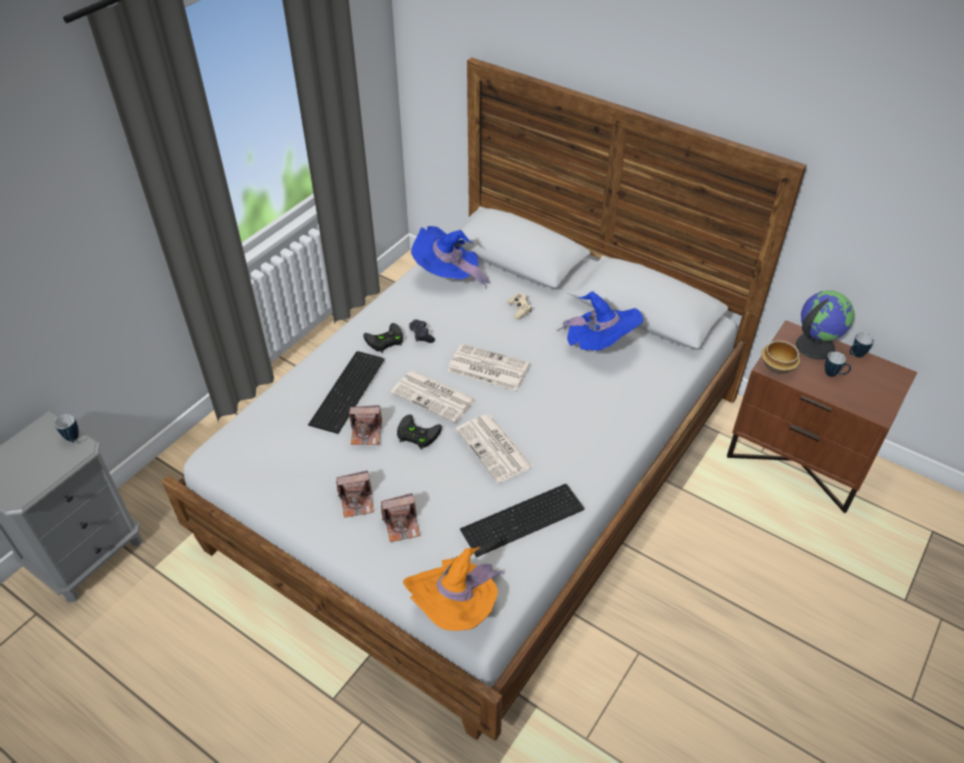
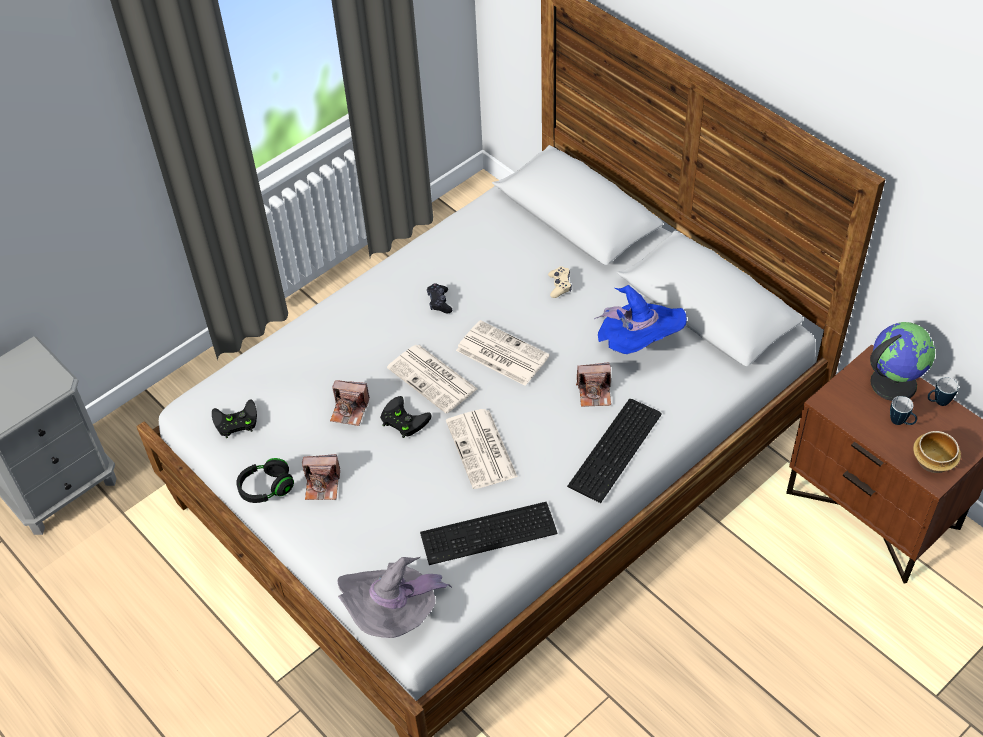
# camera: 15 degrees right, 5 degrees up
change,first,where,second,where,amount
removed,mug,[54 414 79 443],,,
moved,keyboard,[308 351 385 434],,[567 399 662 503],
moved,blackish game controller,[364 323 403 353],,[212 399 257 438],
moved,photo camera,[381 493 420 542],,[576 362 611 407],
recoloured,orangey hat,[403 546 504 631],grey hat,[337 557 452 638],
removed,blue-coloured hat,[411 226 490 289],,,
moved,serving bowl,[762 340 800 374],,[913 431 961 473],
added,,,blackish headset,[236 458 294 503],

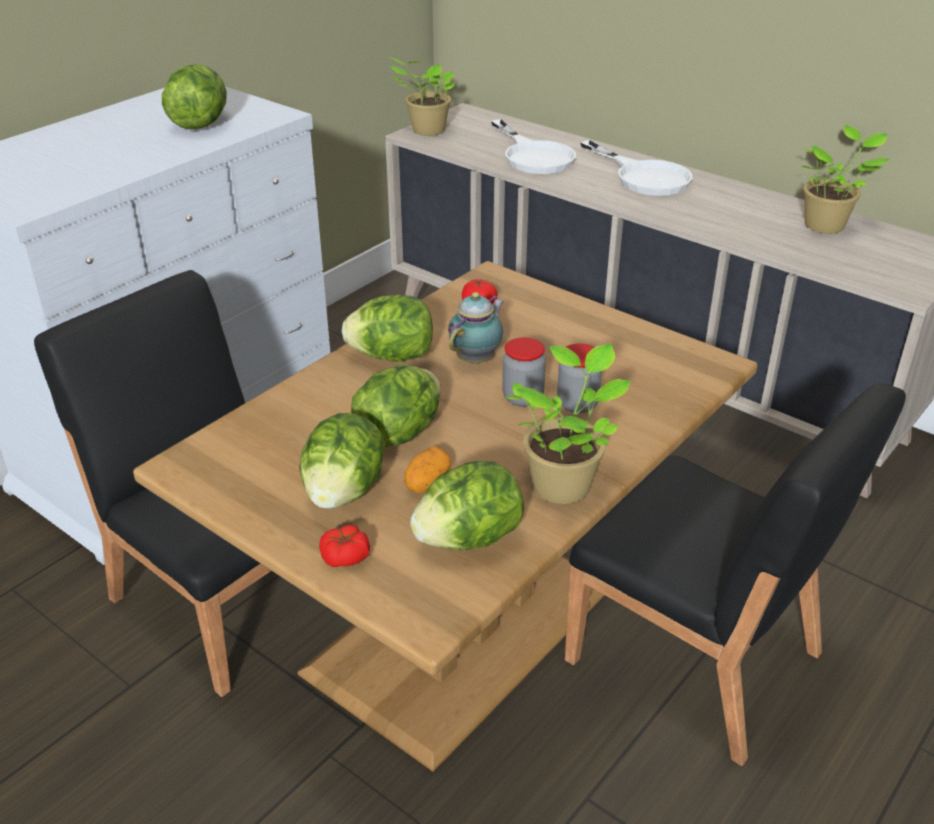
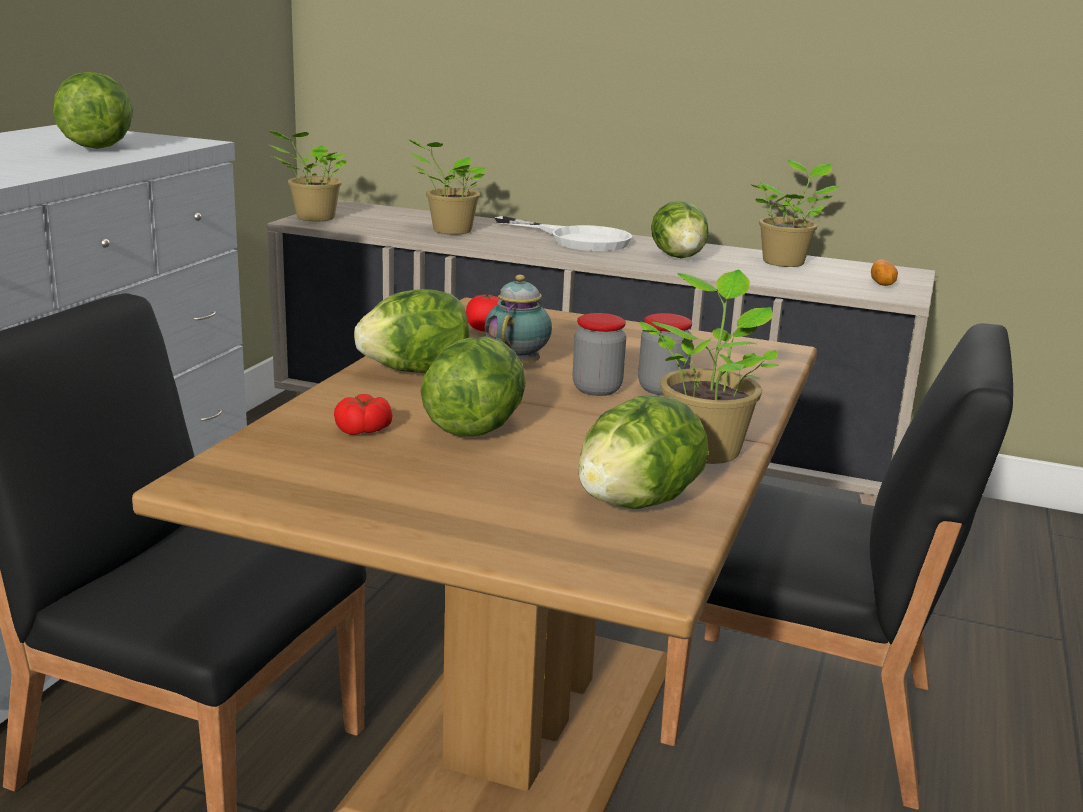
# camera: 20 degrees left, 15 degrees down
change,first,where,second,where,amount
moved,head of lettuce,[300 413 385 509],,[651 201 709 258],
moved,tomato,[319 525 370 567],,[334 394 392 435],
moved,whole potato,[404 446 451 493],,[871 259 898 286],
replaced,white-coloured frying pan,[491 119 576 174],plant in a pot,[406 138 486 234],

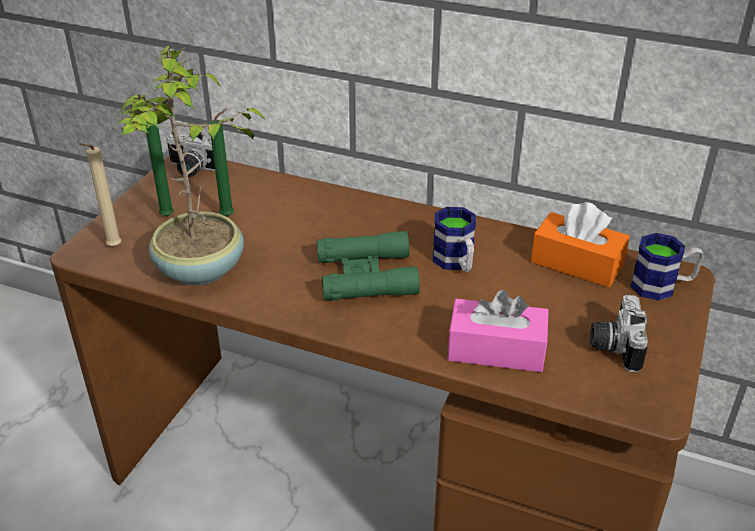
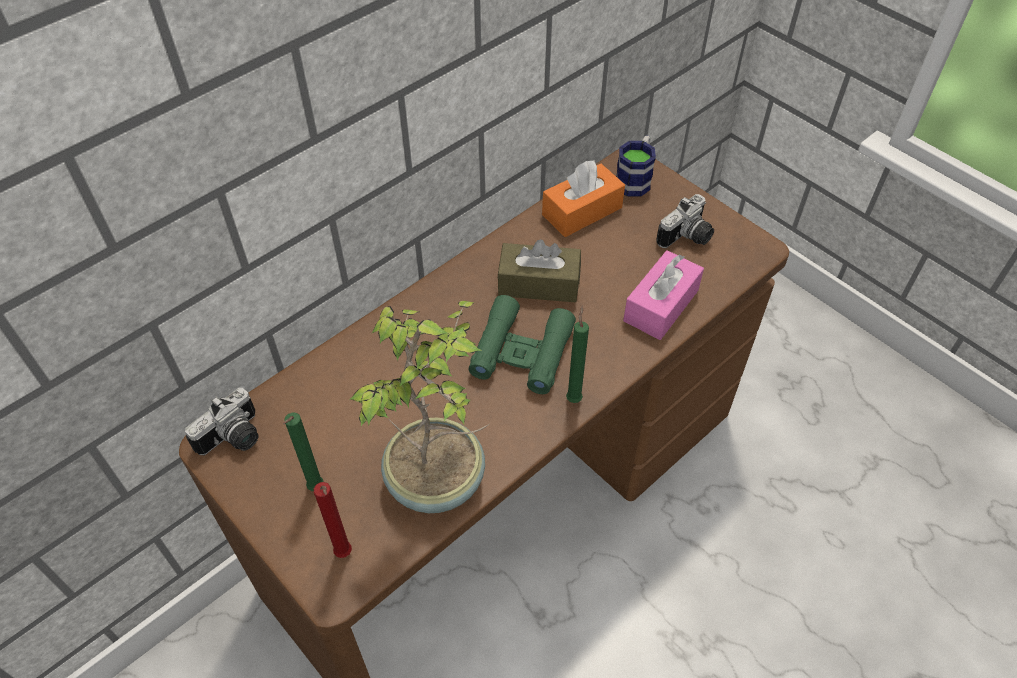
# camera: 65 degrees left, 15 degrees up
change,first,where,second,where,amount
recoloured,beige wax candle,[79 143 121 247],red-coloured wax candle,[314 482 352 558],
moved,green-coloured wax candle,[209 109 234 217],,[566 306 589 403],
replaced,mug,[433 207 476 272],brown-coloured box of tissues,[497 239 581 302],
turned,photo camera,[590 295 648 372],,[656 194 714 248],75 degrees counterclockwise

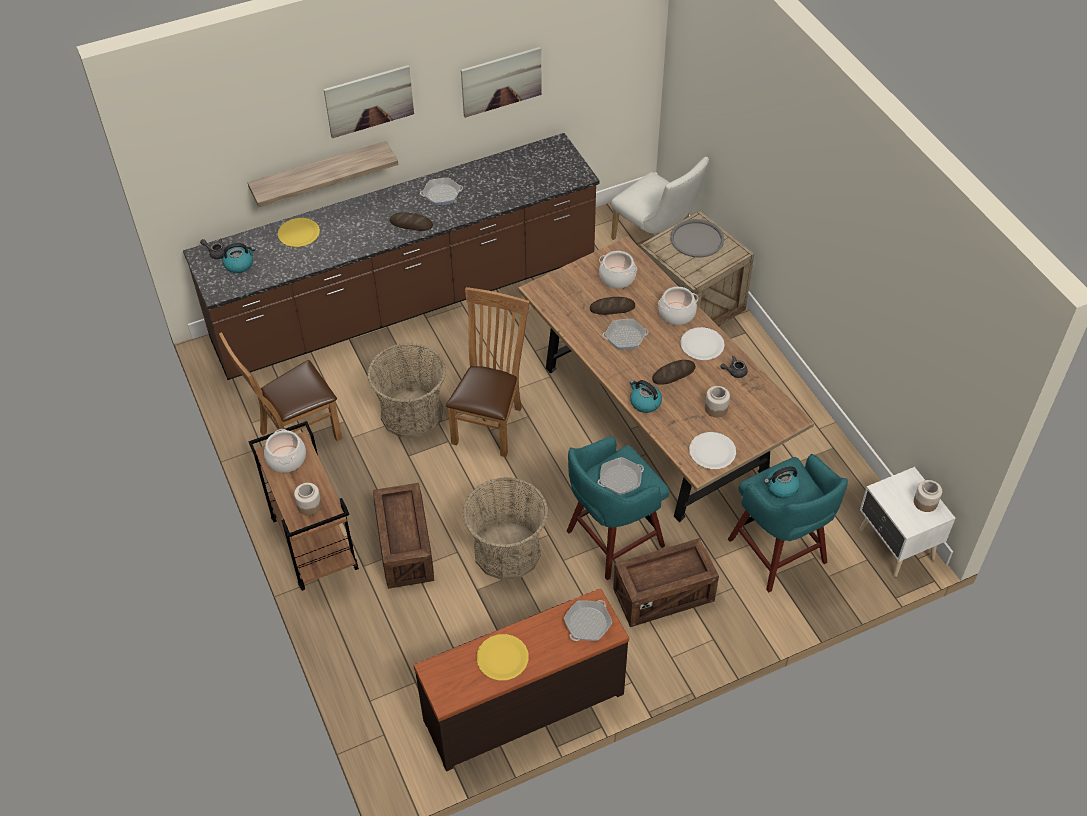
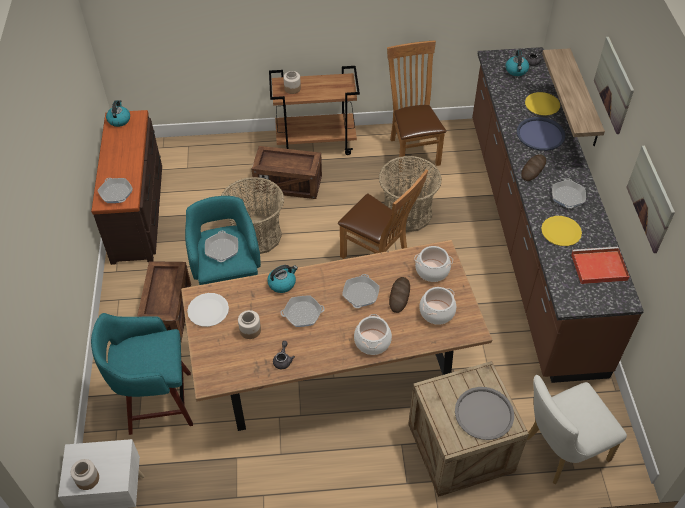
# camera: 110 degrees right, 0 degrees up
change,first,where,second,where,amount
moved,stockpot,[264 429 306 473],,[414 246 453 282],
moved,yellow plate,[477 634 529 681],,[541 216 582 246],
replaced,bakery bread,[652 360 696 385],frying pan,[281 296 325 327],
removed,white-coloured plate,[680 327 725 360],,,
moved,kettle,[764 466 800 498],,[106 100 130 127],
added,,,blue-coloured tray,[517 117 565 151],
added,,,red-coloured tray,[571 247 630 284],

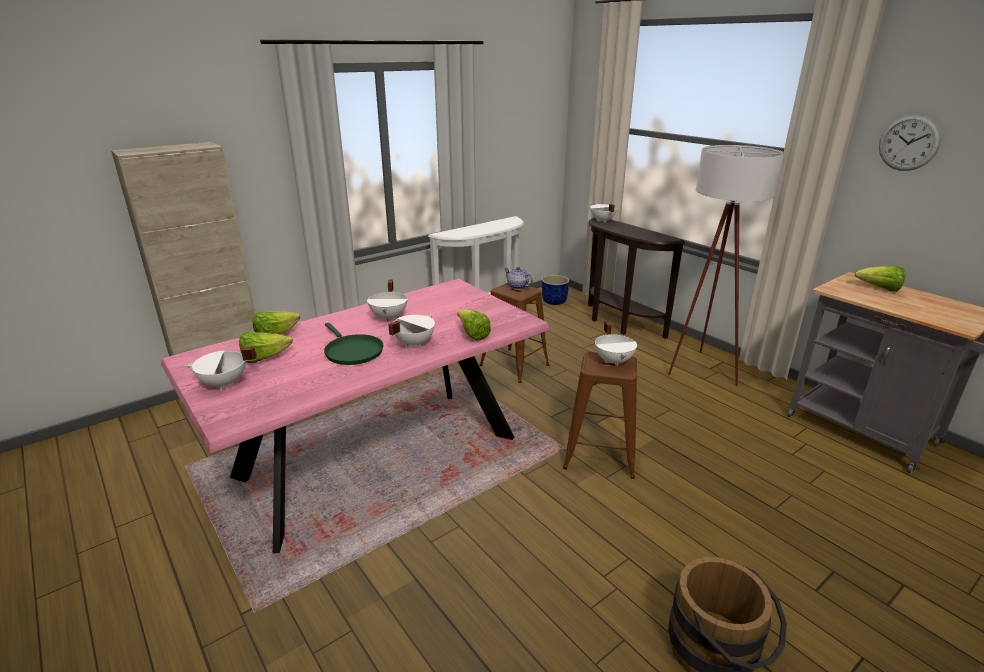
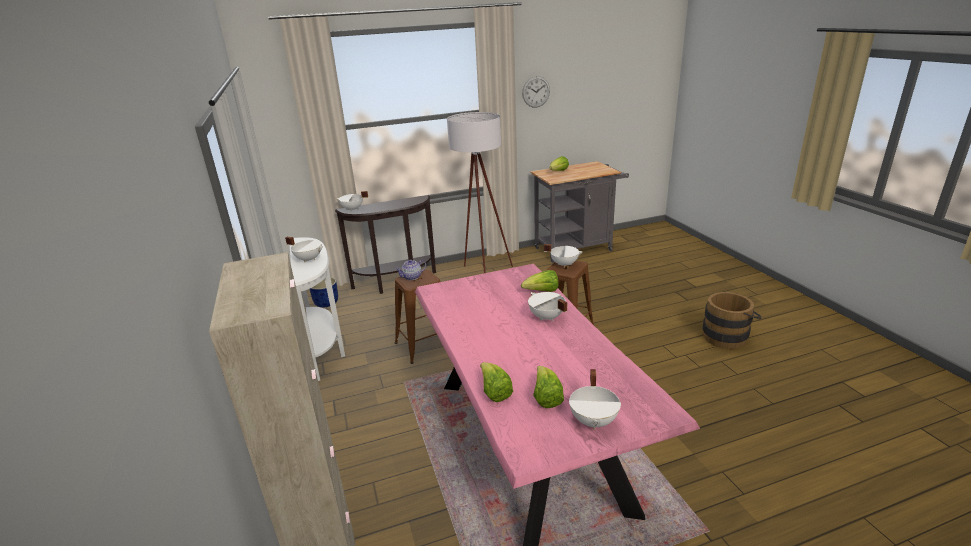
# camera: 70 degrees left, 0 degrees up
change,first,where,second,where,amount
removed,green-coloured frying pan,[324 323 383 365],,,
moved,white-coloured stockpot,[367 280 408 321],,[285 237 323 263],

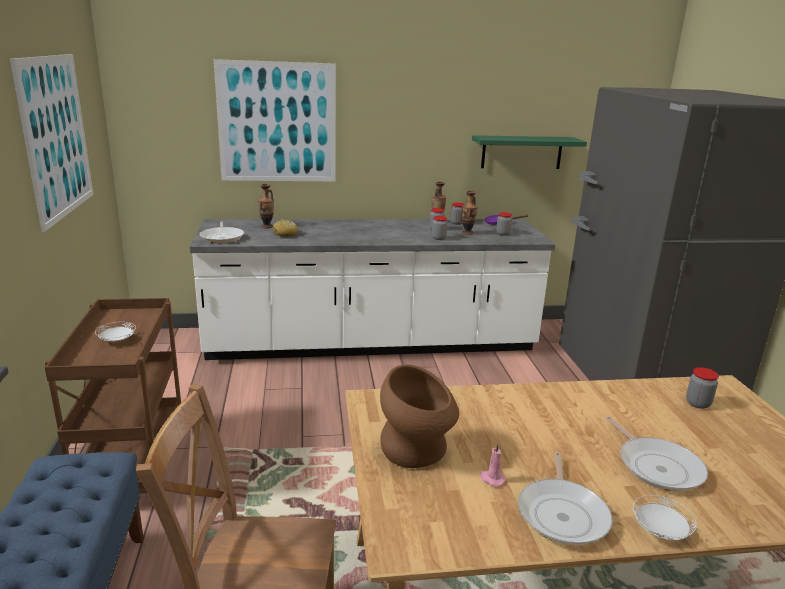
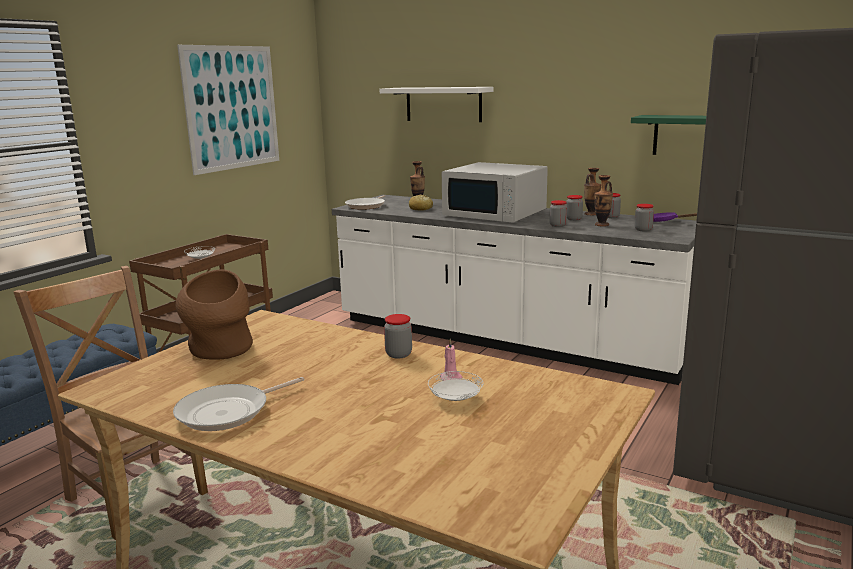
# camera: 40 degrees right, 5 degrees down
change,first,where,second,where,amount
replaced,wall art,[214 59 336 182],white-coloured bracket shelf,[380 87 494 122],
moved,pink-coloured wax candle,[480 443 506 487],,[440 339 462 381],
removed,frying pan,[606 416 708 491],,,
moved,white-coloured plate,[633 495 697 540],,[428 371 483 401],
moved,preserve jar,[686 367 719 409],,[384 314 412 359],
added,,,white-coloured kitchen microwave,[442 162 548 223],

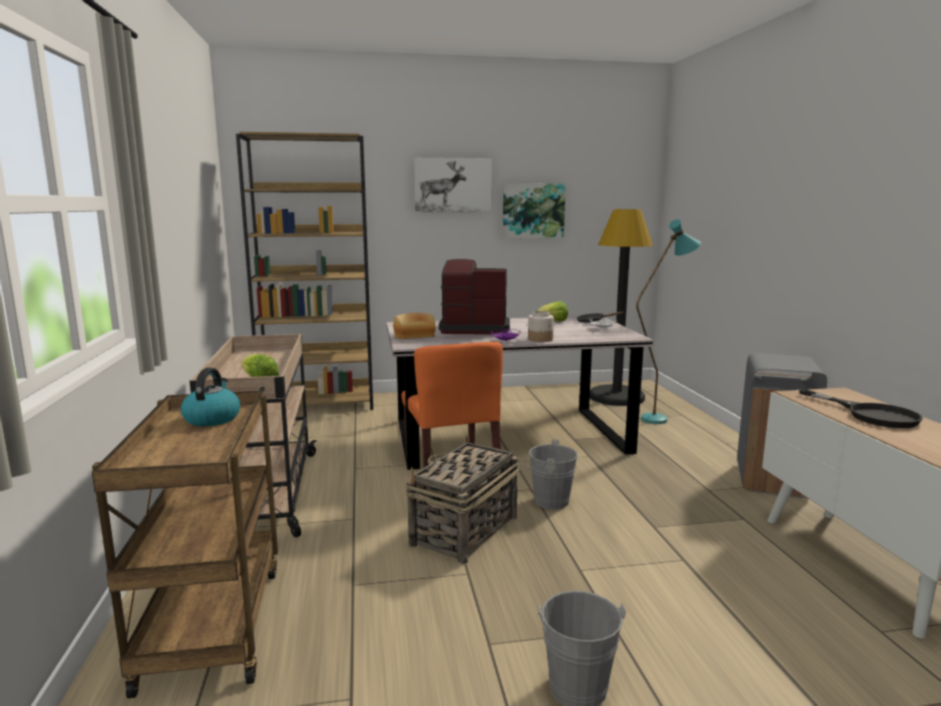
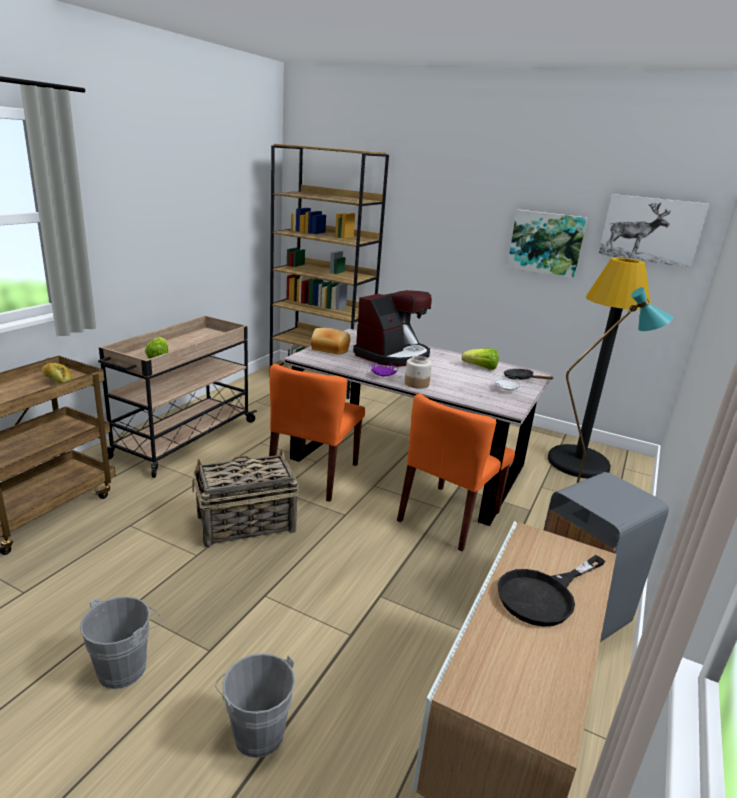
# camera: 35 degrees right, 10 degrees up
change,first,where,second,where,amount
replaced,kettle,[181 368 240 426],bakery bread,[42 363 72 384],
moved,wall art,[414 157 492 212],,[598 194 710 267],
turned,coffee maker,[439 259 510 335],,[353 290 432 367],90 degrees clockwise
moved,grey pail,[520 439 578 510],,[215 653 295 758],
turned,blackish frying pan,[799 389 923 428],,[498 555 605 627],45 degrees clockwise
added,,,orangey plain chair,[397 393 515 552],

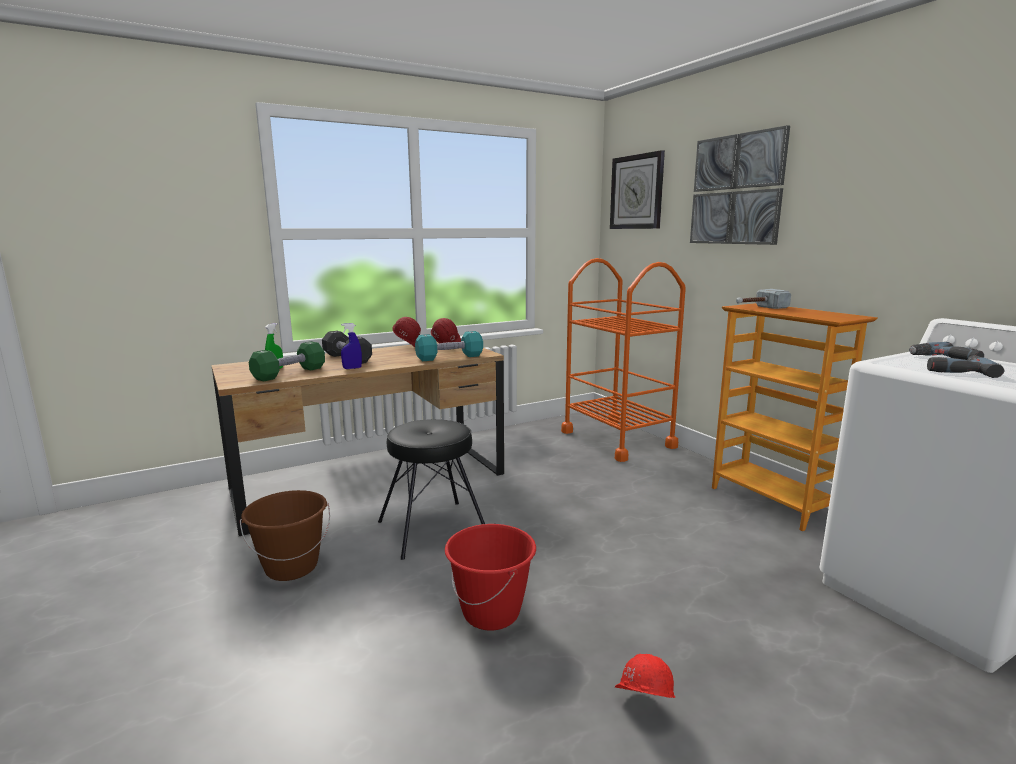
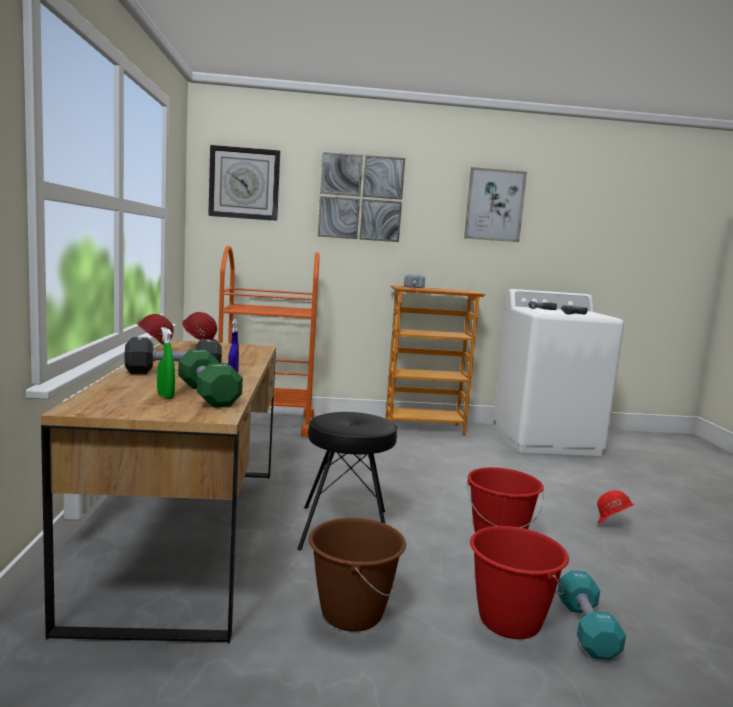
# camera: 65 degrees left, 5 degrees down
change,first,where,second,where,amount
moved,turquoise hand weight,[415 331 483 361],,[558 570 626 660],
added,,,wall art,[464 167 527 242],
added,,,red-coloured pail,[470 526 569 639],

